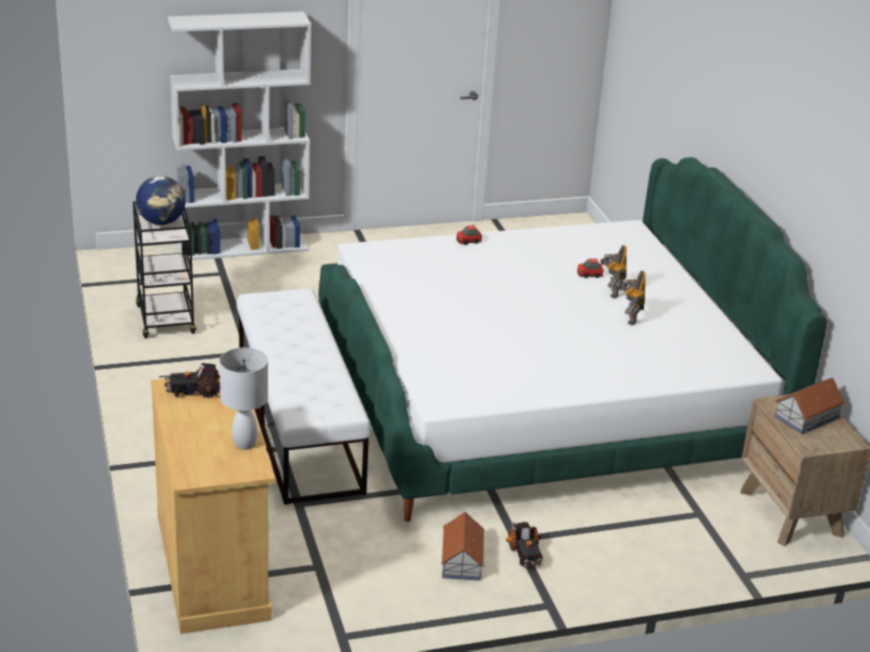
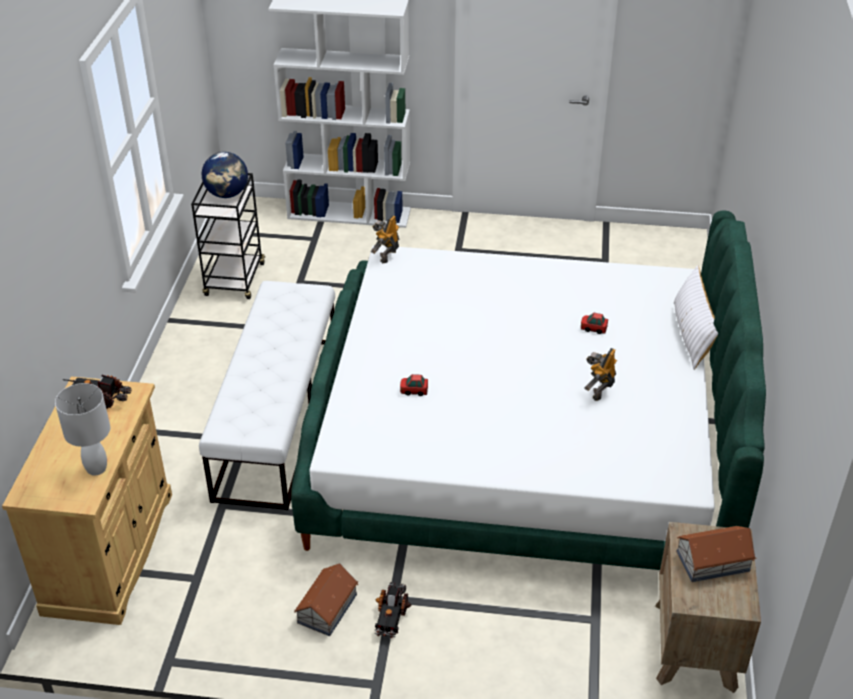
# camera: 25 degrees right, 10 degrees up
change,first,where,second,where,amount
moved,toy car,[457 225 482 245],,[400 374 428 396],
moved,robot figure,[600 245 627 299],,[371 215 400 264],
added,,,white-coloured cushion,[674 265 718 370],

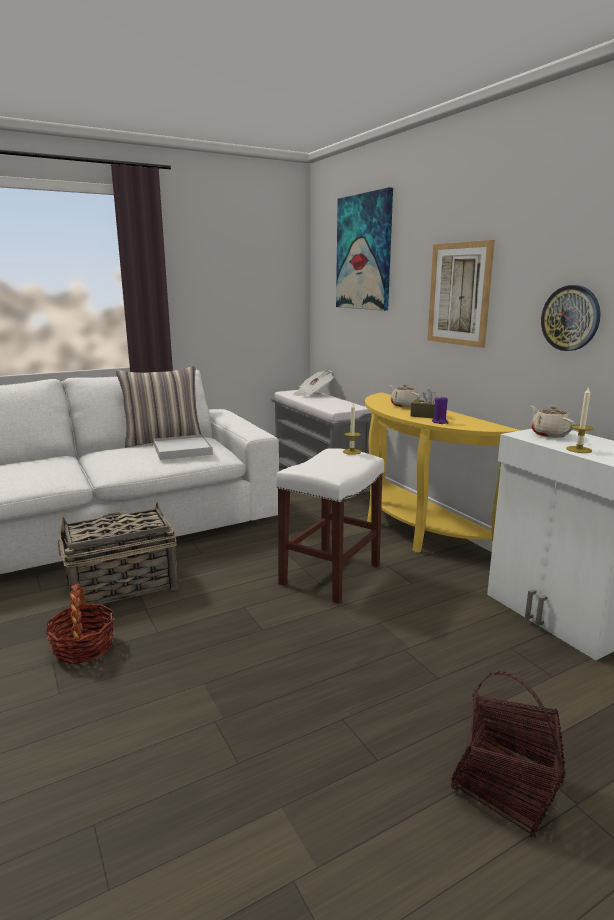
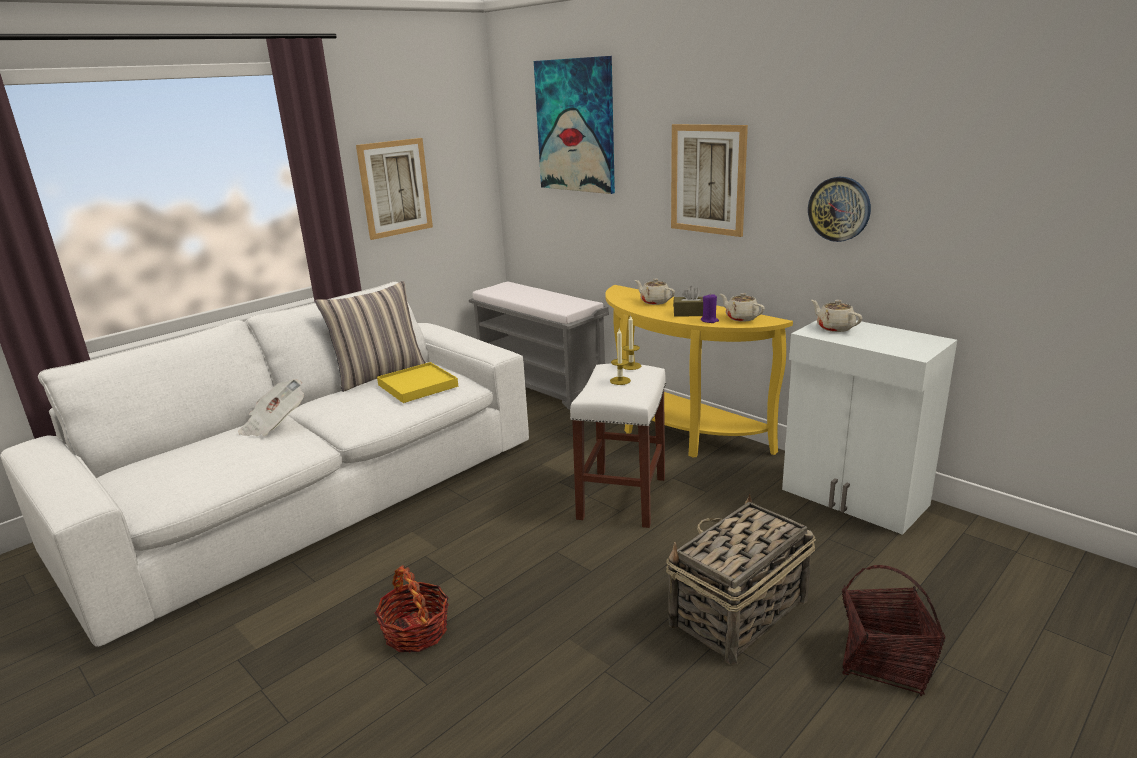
# camera: 15 degrees left, 5 degrees up
change,first,where,second,where,amount
moved,basket,[58 502 178 608],,[666 494 816 665],
recoloured,white-coloured tray,[154 434 213 460],yellow tray,[377 362 458 403],
moved,daily paper,[293 370 333 396],,[238 379 304 436],
moved,wax candle,[566 386 594 453],,[610 329 631 385],
added,,,wall art,[356 138 433 240],
added,,,beige tea pot,[720 293 765 322],

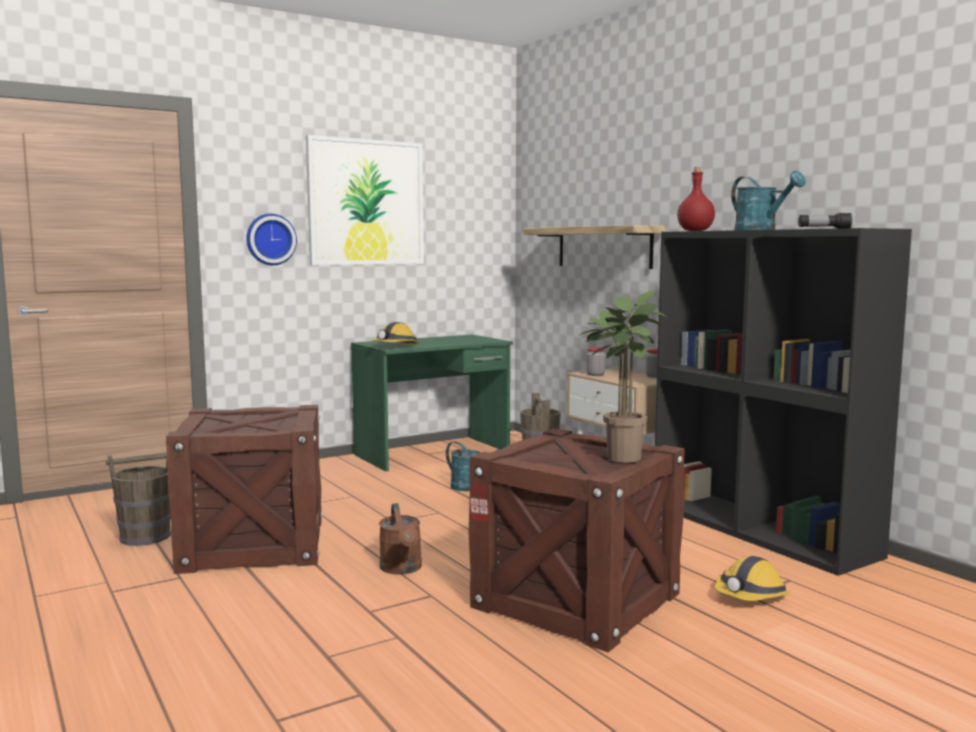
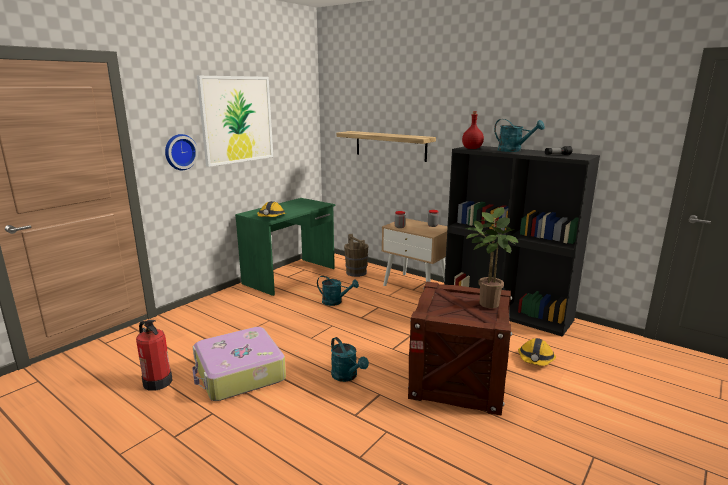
# camera: 20 degrees left, 10 degrees up
change,first,where,second,where,amount
replaced,brown-coloured pail,[106 453 171 546],fire-fighting cylinder,[136 320 173 391],
replaced,shipping crate,[166 405 323 574],piece of luggage,[192 327 286 401],
recoloured,brown-coloured watering pot,[379 503 422 575],turquoise watering pot,[331 337 369 382],

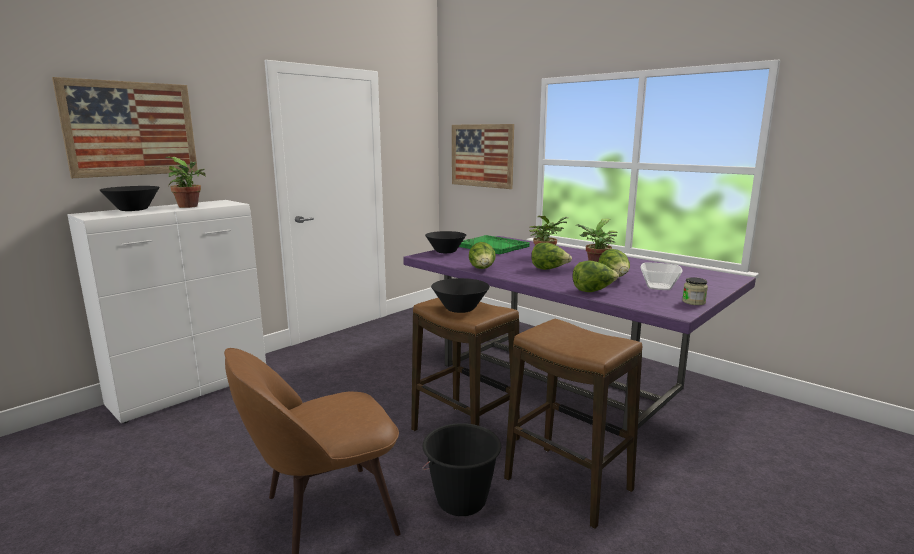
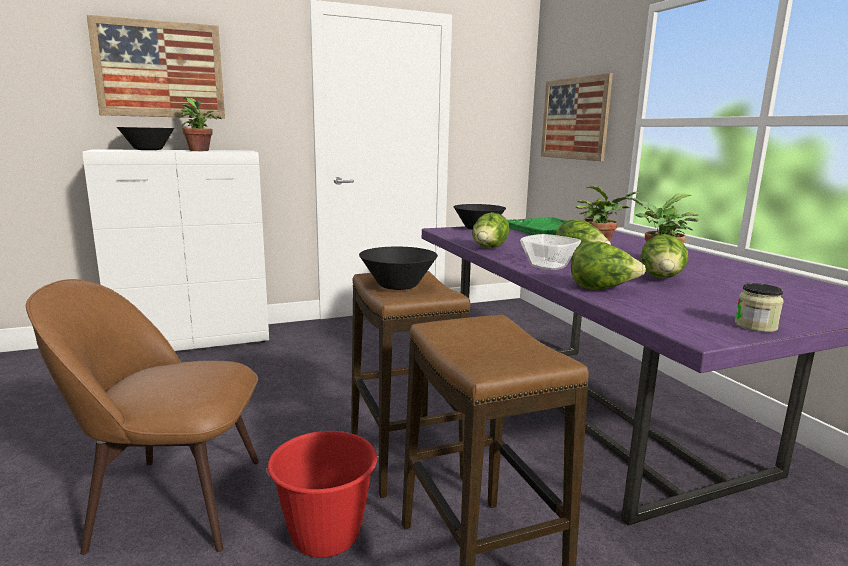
# camera: 25 degrees right, 0 degrees up
change,first,where,second,where,amount
recoloured,blackish pail,[422 423 501 516],red-coloured pail,[265 431 379 558],
moved,serving bowl,[640 263 682 290],,[520 234 581 270],

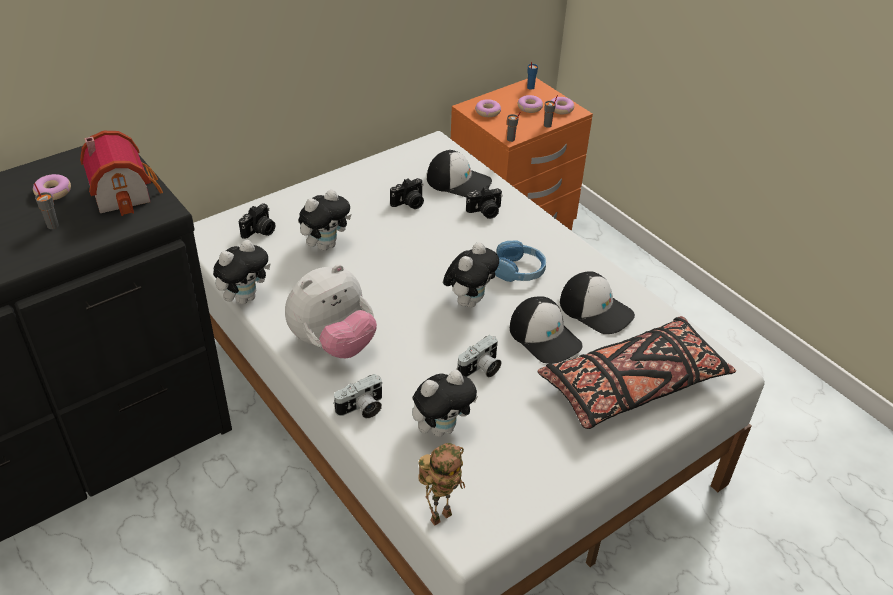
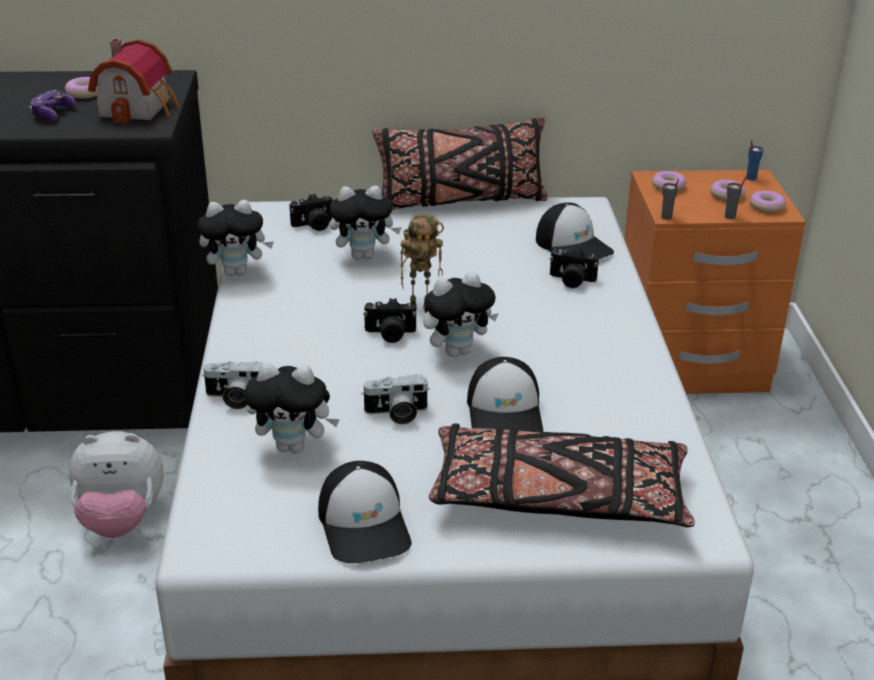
# camera: 35 degrees right, 10 degrees down
change,first,where,second,where,amount
replaced,grey drinking cup,[34 183 59 229],game controller,[30 90 76 121],
moved,soft toy,[285 264 377 358],,[69 431 164 538],
moved,photo camera,[390 178 424 209],,[364 298 417 343],
moved,robot figure,[418 443 465 525],,[400 215 444 310],
removed,blue-coloured headset,[495 241 546 282],,,
moved,cap,[560 271 635 334],,[318 461 412 563],
added,,,blackish cushion,[373 117 548 210],

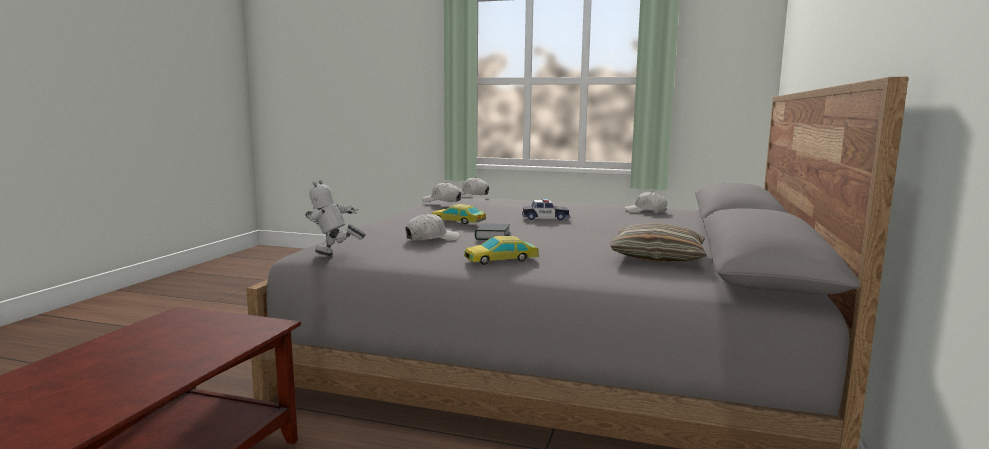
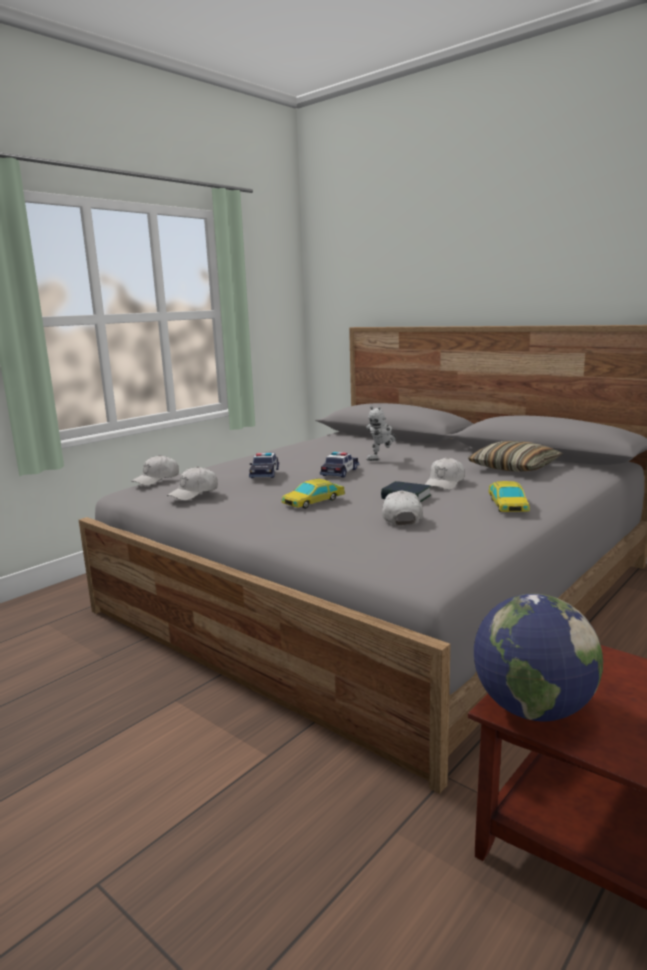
# camera: 65 degrees left, 5 degrees up
change,first,where,second,where,amount
moved,robot figure,[305 180 366 256],,[366 406 396 461],
moved,white-coloured cap,[624 191 667 213],,[425 457 465 490],
added,,,toy car,[249 453 279 478],
added,,,world globe,[474 594 603 721],

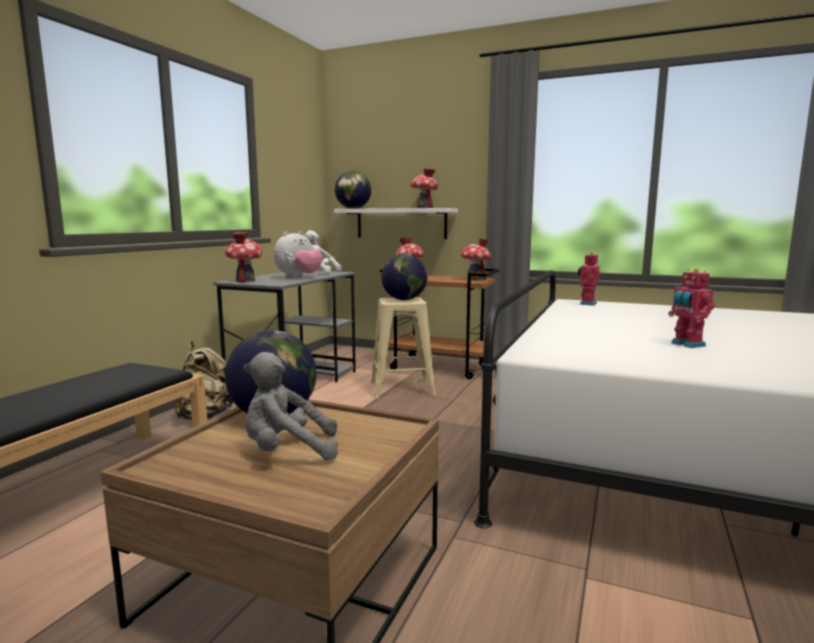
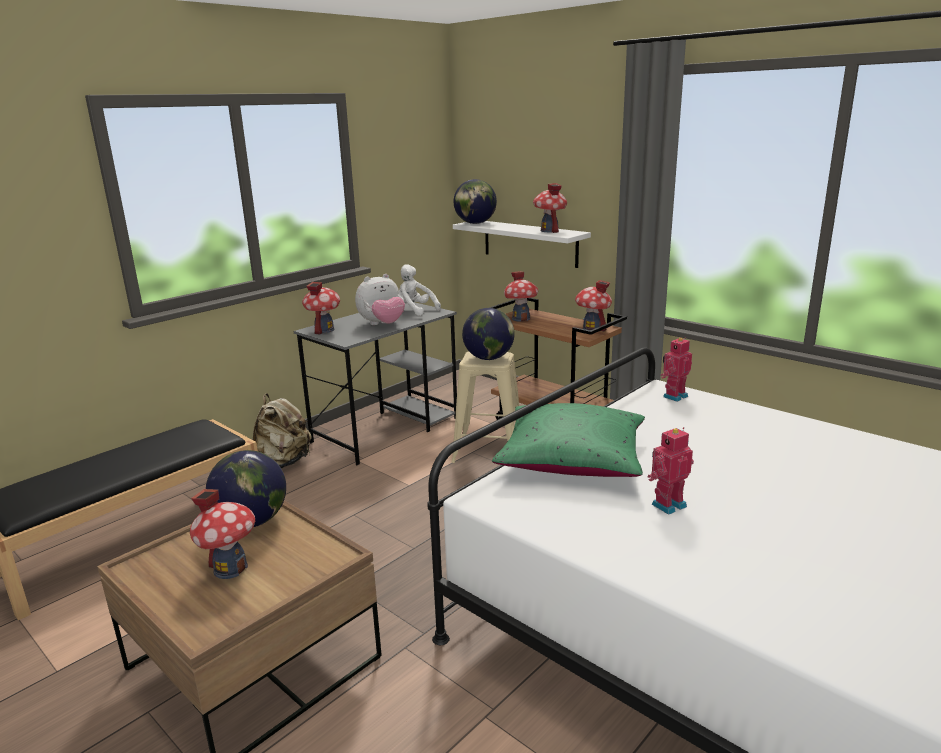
# camera: 20 degrees right, 10 degrees up
change,first,where,second,where,amount
replaced,grey soft toy,[243 352 338 460],miniature house,[190 489 255 579],
turned,robot figure,[668 269 715 348],,[648 427 694 515],60 degrees clockwise
added,,,green-coloured cushion,[492 403 645 477],

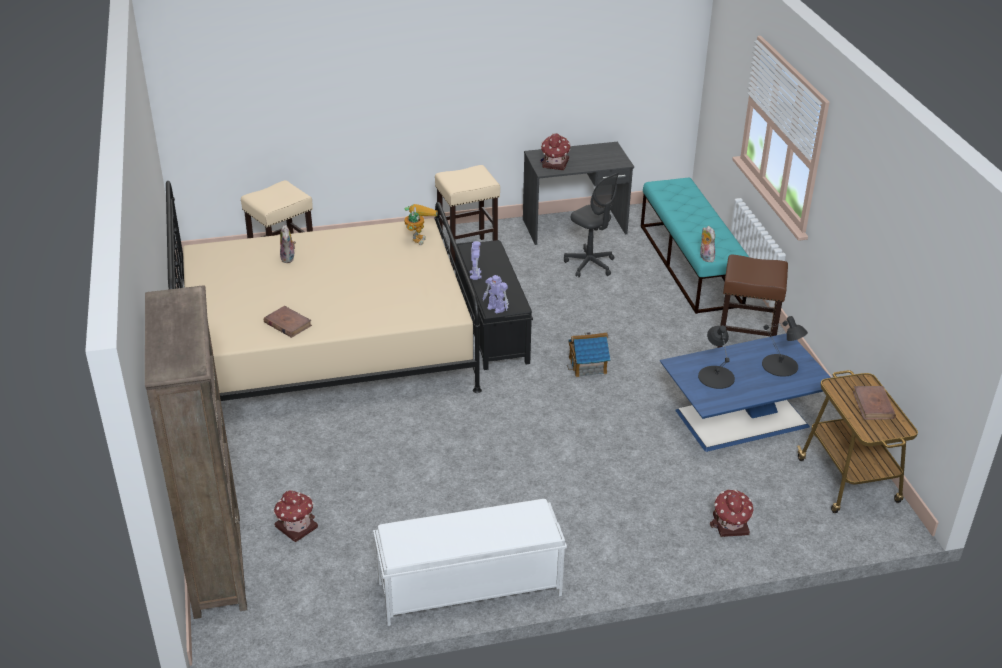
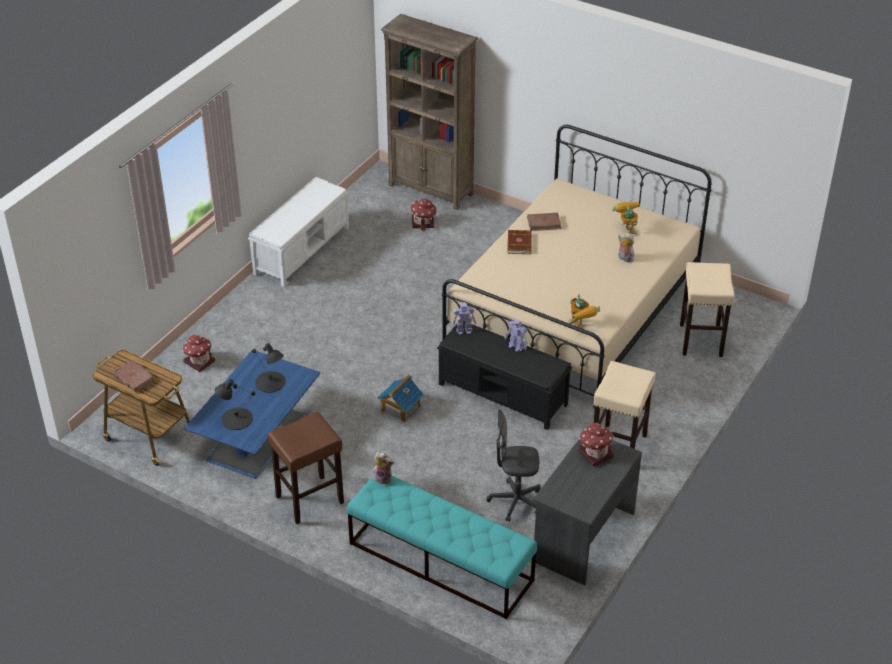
# camera: 135 degrees right, 5 degrees up
change,first,where,second,where,amount
added,,,brown-coloured bound book,[507 230 532 254],
added,,,robot figure,[612 202 640 235],

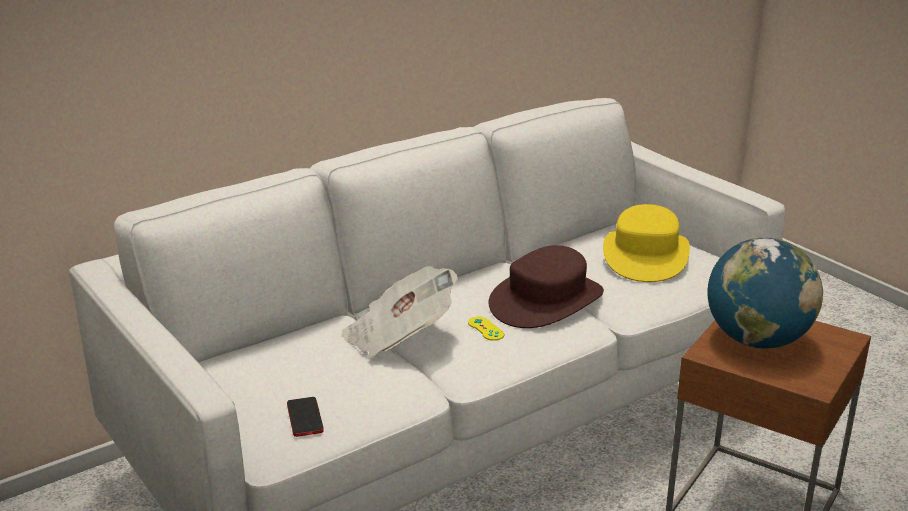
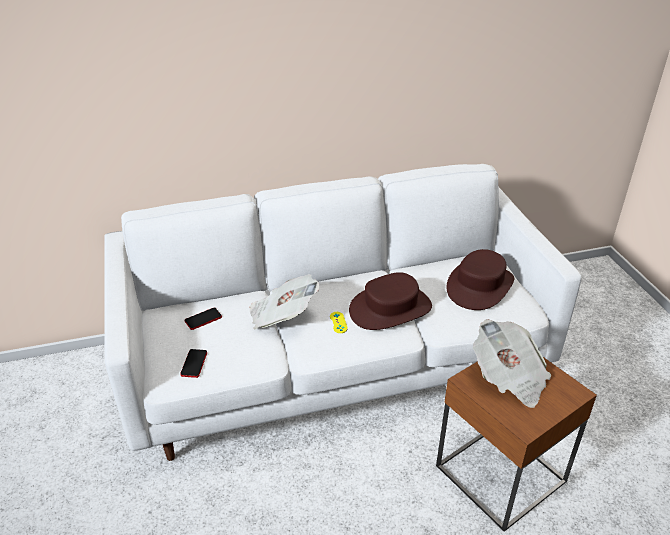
# camera: 20 degrees right, 10 degrees up
change,first,where,second,where,amount
recoloured,yellow hat,[603 204 690 282],brown-coloured hat,[447 249 514 310],
replaced,world globe,[707 237 823 348],daily paper,[473 319 551 408],
added,,,handset,[184 308 222 330],

